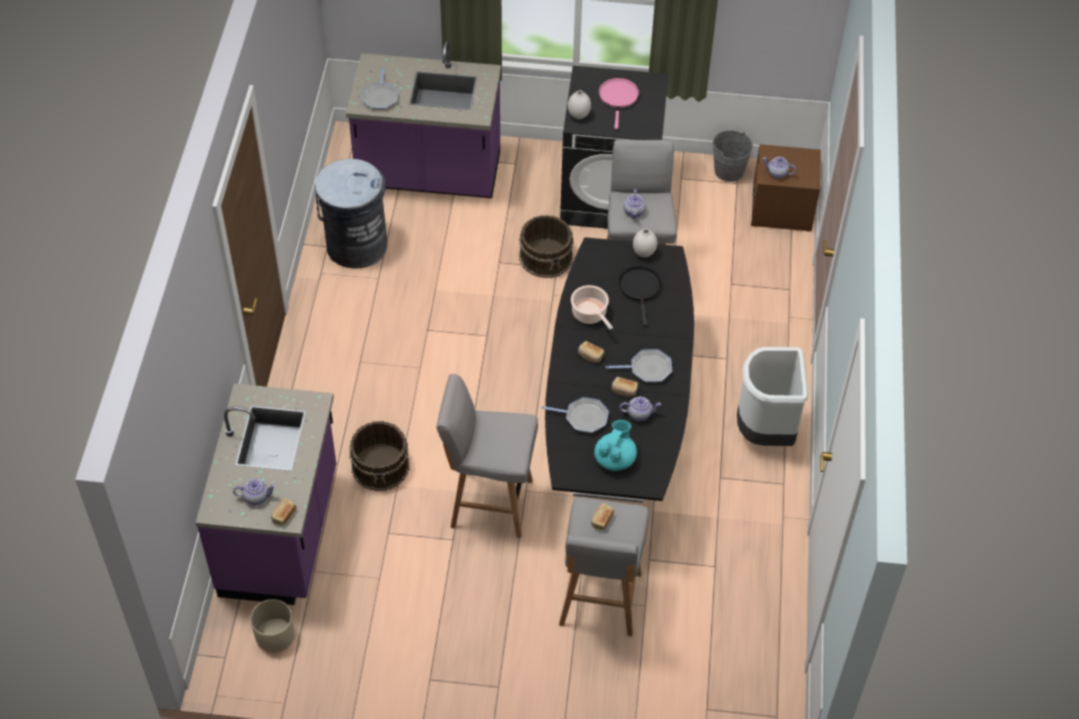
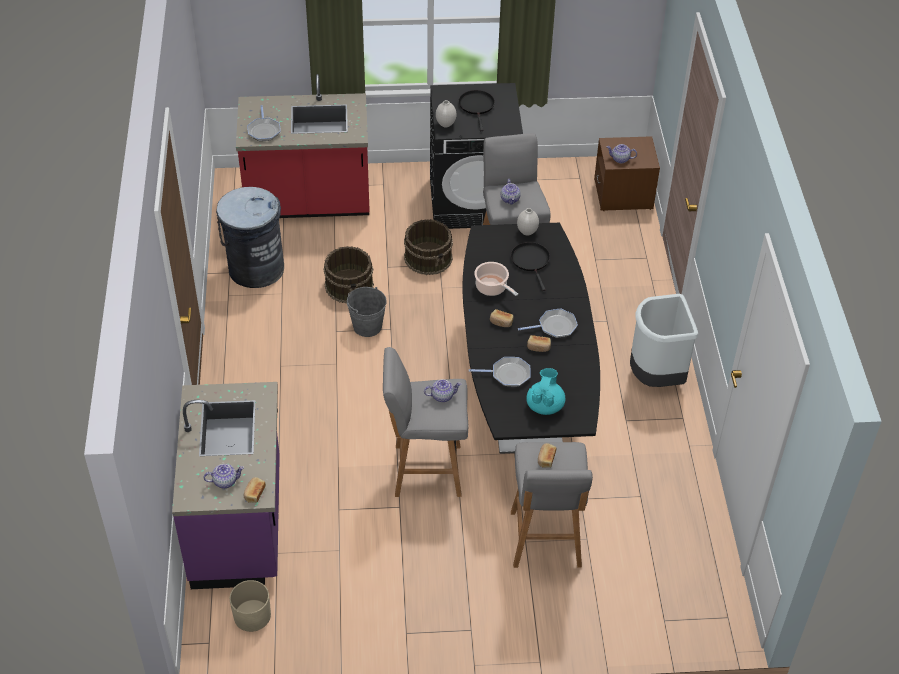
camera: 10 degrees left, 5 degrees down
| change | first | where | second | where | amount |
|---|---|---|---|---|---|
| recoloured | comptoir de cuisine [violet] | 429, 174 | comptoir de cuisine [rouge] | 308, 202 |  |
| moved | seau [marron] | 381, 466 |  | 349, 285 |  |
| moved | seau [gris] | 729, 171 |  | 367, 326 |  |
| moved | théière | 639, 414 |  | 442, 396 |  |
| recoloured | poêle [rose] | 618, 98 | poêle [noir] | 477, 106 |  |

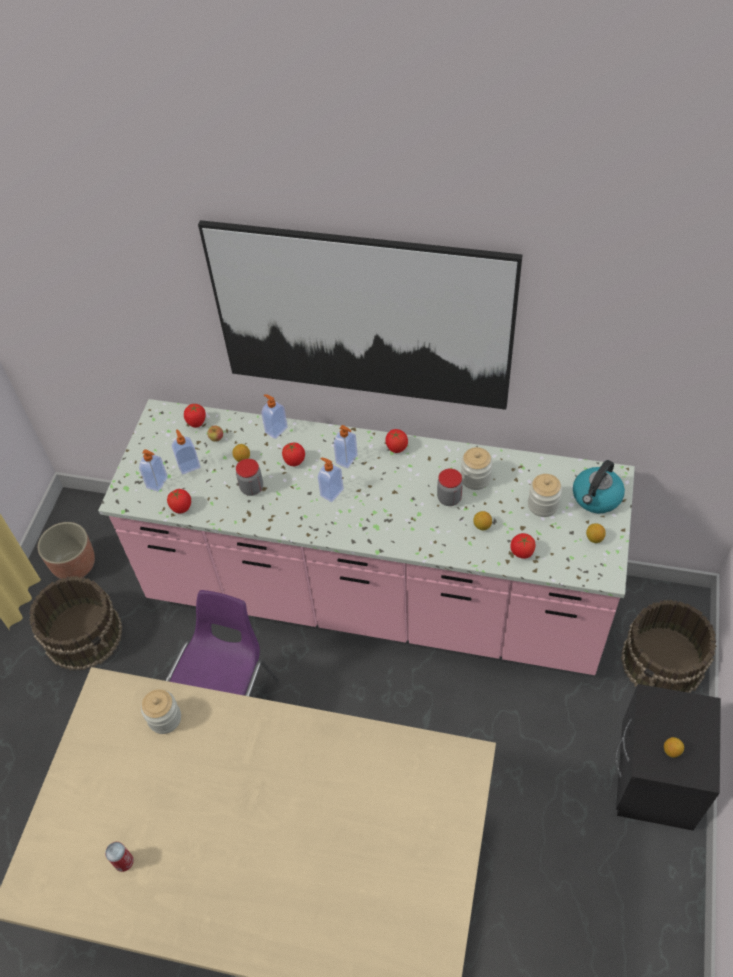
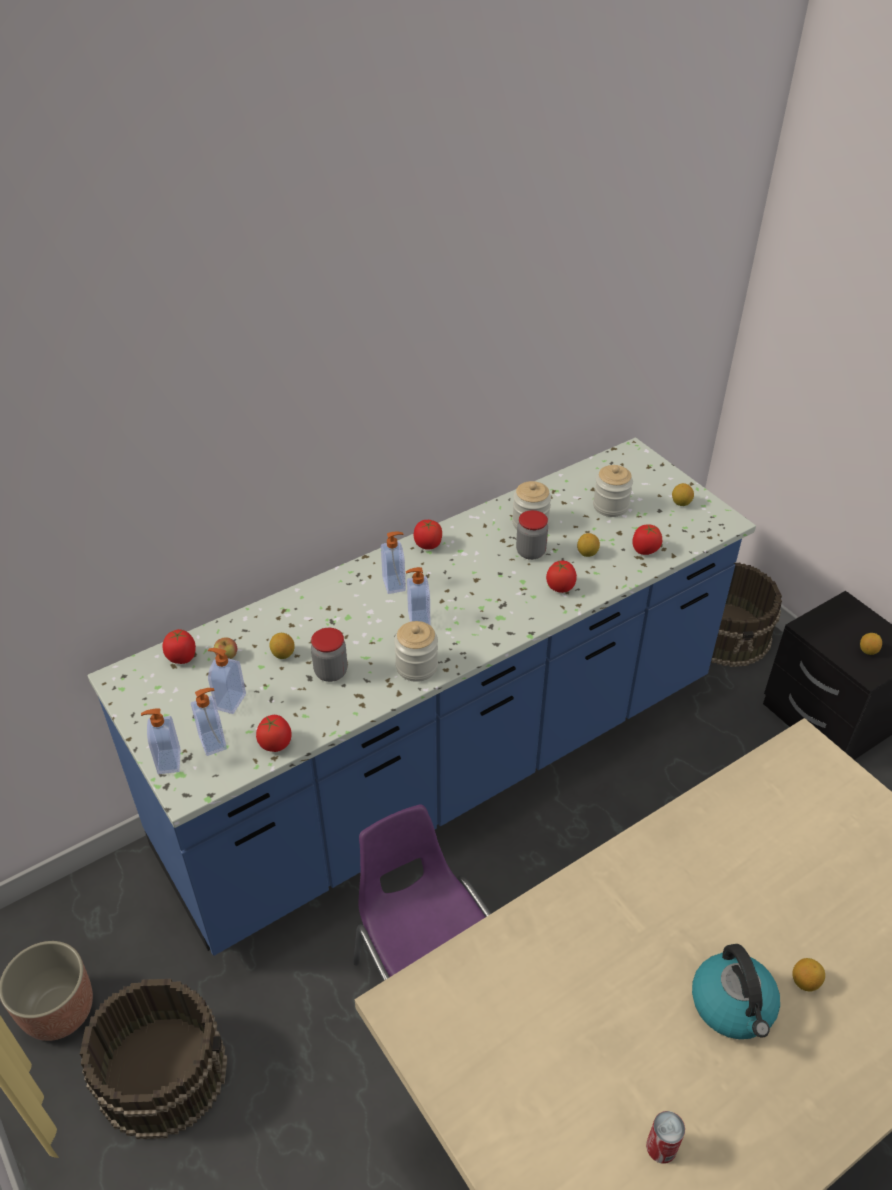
camera: 50 degrees left, 10 degrees down
| change | first | where | second | where | amount |
|---|---|---|---|---|---|
| recoloured | comptoir de cuisine [rose] | 375, 596 | comptoir de cuisine [bleu] | 446, 766 |  |
| moved | distributeur de savon | 276, 430 |  | 168, 761 |  |
| moved | bocal | 165, 718 |  | 416, 666 |  |
| moved | tomate | 294, 461 |  | 560, 587 |  |
| moved | bouilloire | 596, 497 |  | 733, 1006 |  |
| added |  |  | citron | 805, 981 |  |
| removed | tableau | 362, 318 |  |  |  |

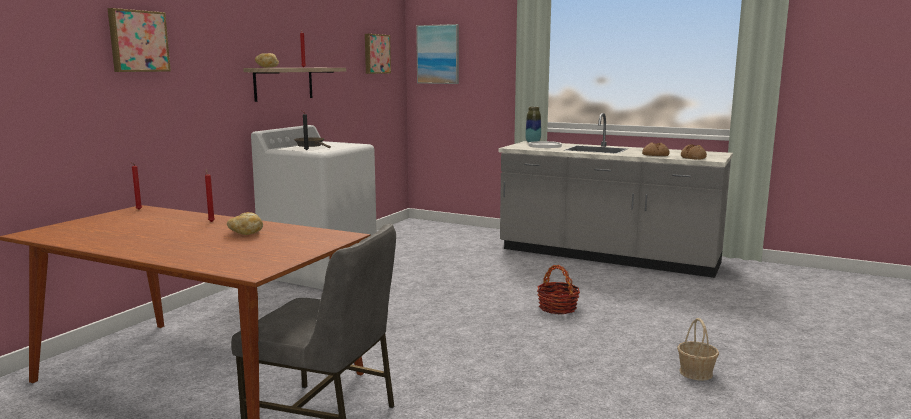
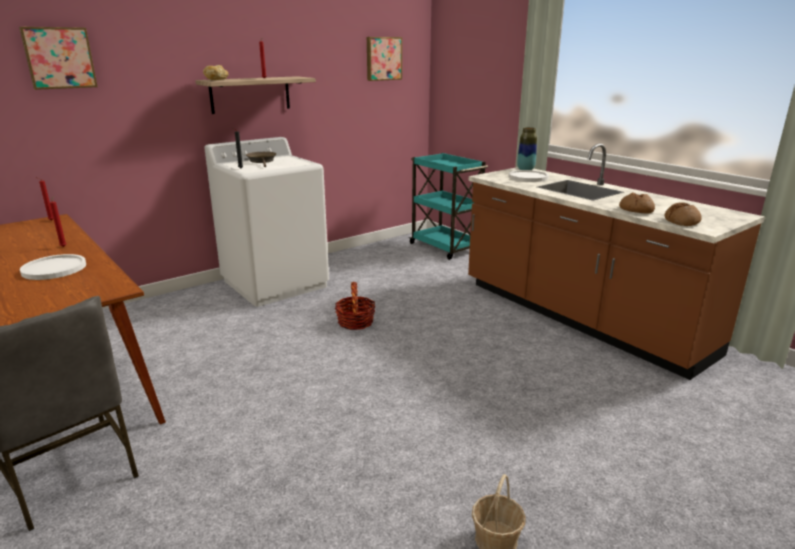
camera: 25 degrees right, 10 degrees up
| change | first | where | second | where | amount |
|---|---|---|---|---|---|
| replaced | pain | 246, 233 | assiette [blanc] | 54, 268 |  |
| moved | panier | 557, 308 |  | 355, 322 |  |
| added |  |  | chariot [turquoise] | 445, 248 |  |
| recoloured | comptoir de cuisine [gris] | 607, 257 | comptoir de cuisine [marron] | 579, 318 |  |
| removed | tableau | 438, 54 |  |  |  |

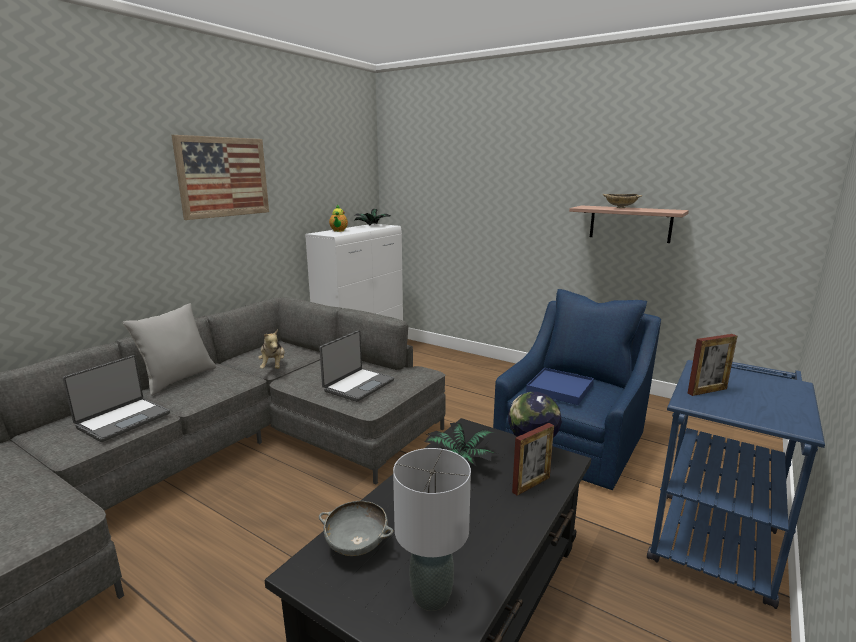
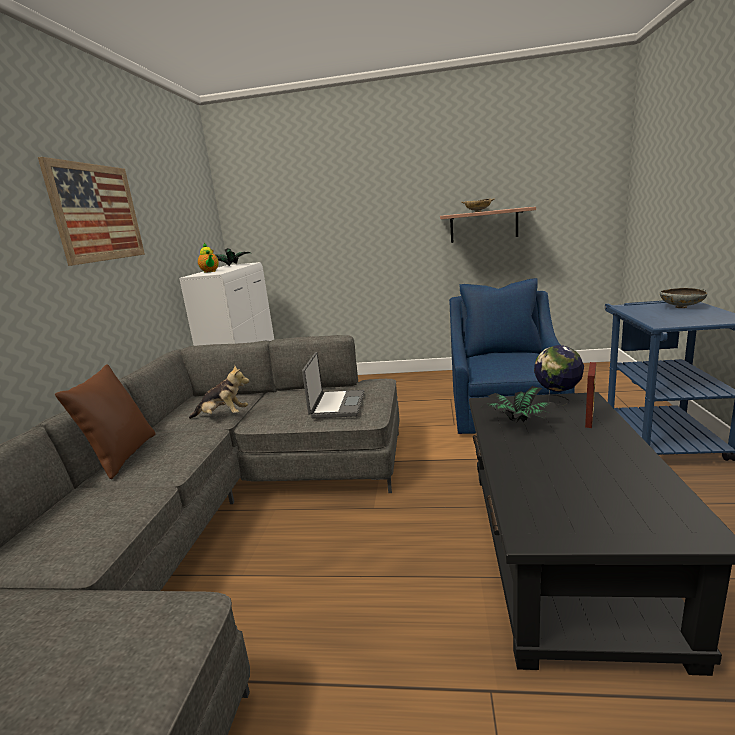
camera: 25 degrees left, 0 degrees up
| change | first | where | second | where | amount |
|---|---|---|---|---|---|
| recoloured | coussin [gris] | 178, 379 | coussin [marron] | 122, 456 |  |
| turned | peluche | 273, 367 |  | 223, 416 | 45 degrees counterclockwise |
| moved | bol [gris] | 357, 545 |  | 681, 307 |  |
| removed | ordinateur portable | 123, 420 |  |  |  |
| removed | lampe de table [gris] | 432, 597 |  |  |  |
| removed | plateau [bleu] | 560, 389 |  |  |  |
| removed | cadre photo | 707, 391 |  |  |  |

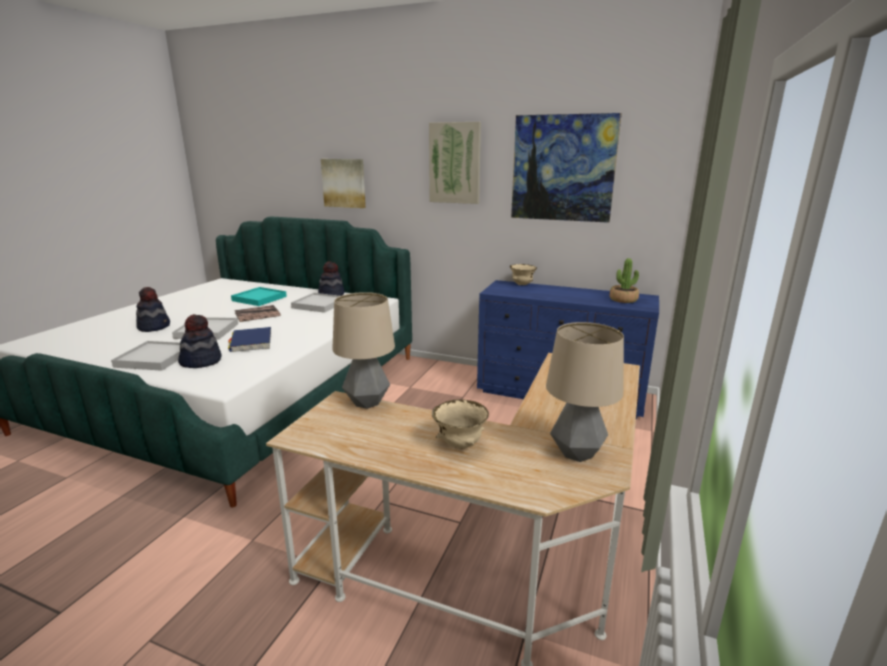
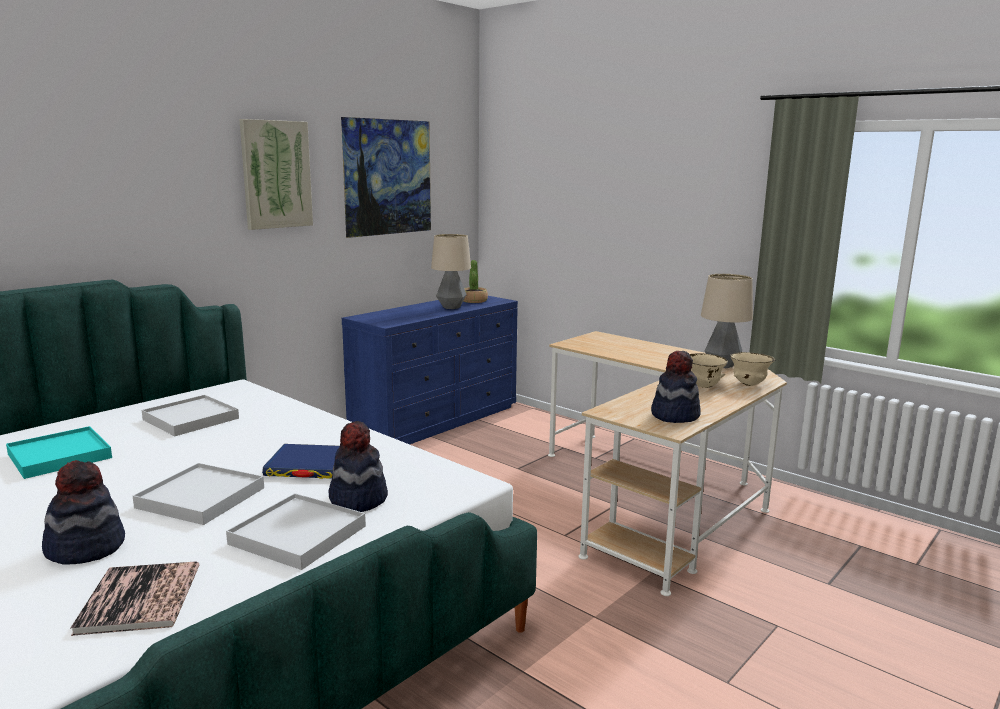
camera: 70 degrees left, 5 degrees down
| change | first | where | second | where | amount |
|---|---|---|---|---|---|
| moved | livre | 257, 314 |  | 140, 599 |  |
| moved | lampe de table | 367, 402 |  | 451, 307 |  |
| moved | chapeau | 331, 294 |  | 674, 415 |  |
| moved | bol [beige] | 522, 285 |  | 749, 384 |  |
| removed | tableau | 344, 183 |  |  |  |

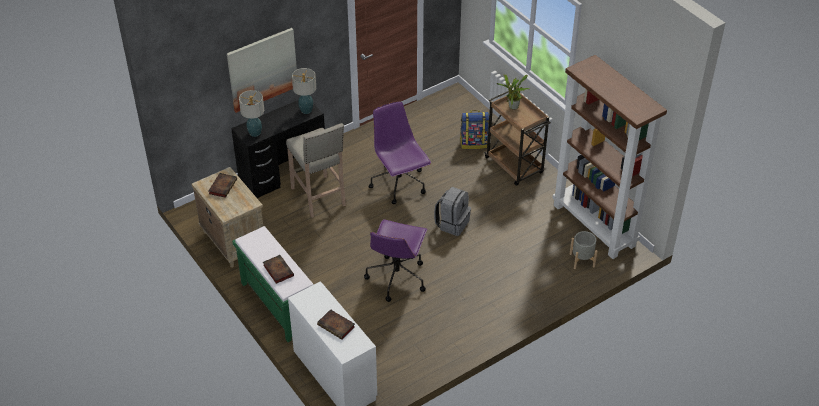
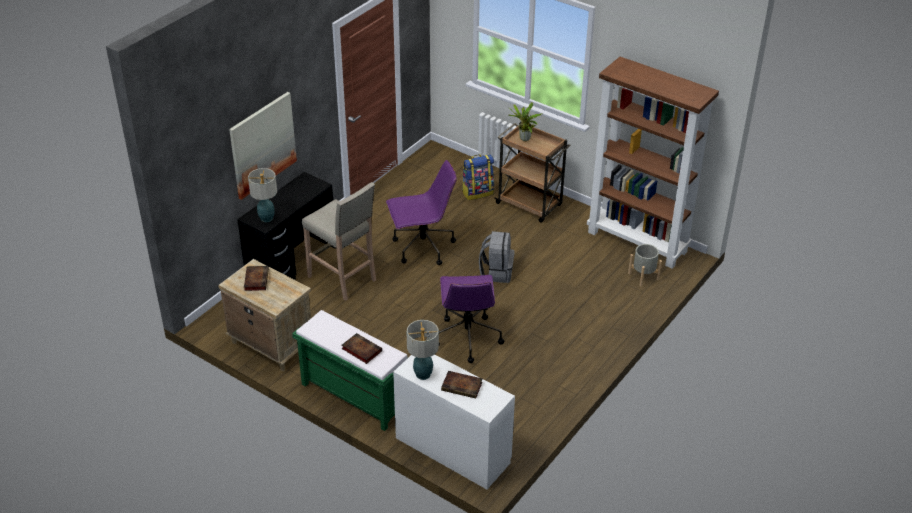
camera: 20 degrees left, 5 degrees down
| change | first | where | second | where | amount |
|---|---|---|---|---|---|
| turned | chaise de bureau [violet] | 399, 184 |  | 422, 248 | 120 degrees clockwise |
| moved | lampe de table | 306, 110 |  | 423, 374 |  |

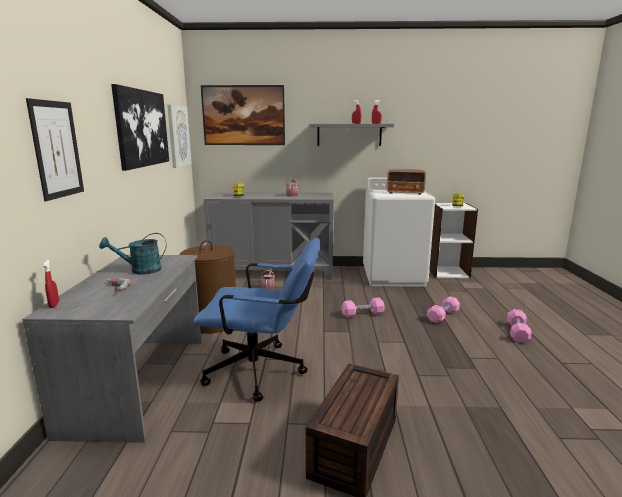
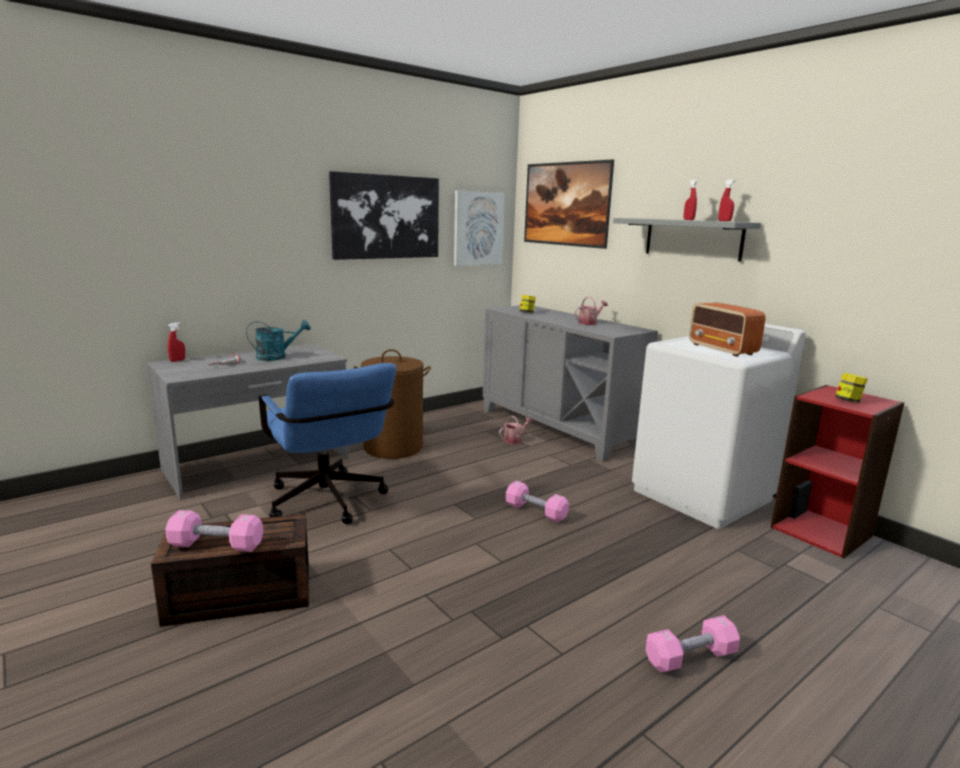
camera: 50 degrees right, 0 degrees up
| change | first | where | second | where | amount |
|---|---|---|---|---|---|
| moved | haltère [rose] | 442, 316 |  | 216, 545 |  |
| turned | arrosoir [turquoise] | 140, 271 |  | 277, 357 | 135 degrees clockwise |
| recoloured | bibliothèque [blanc] | 447, 272 | bibliothèque [rouge] | 821, 531 |  |
| removed | tableau | 57, 149 |  |  |  |

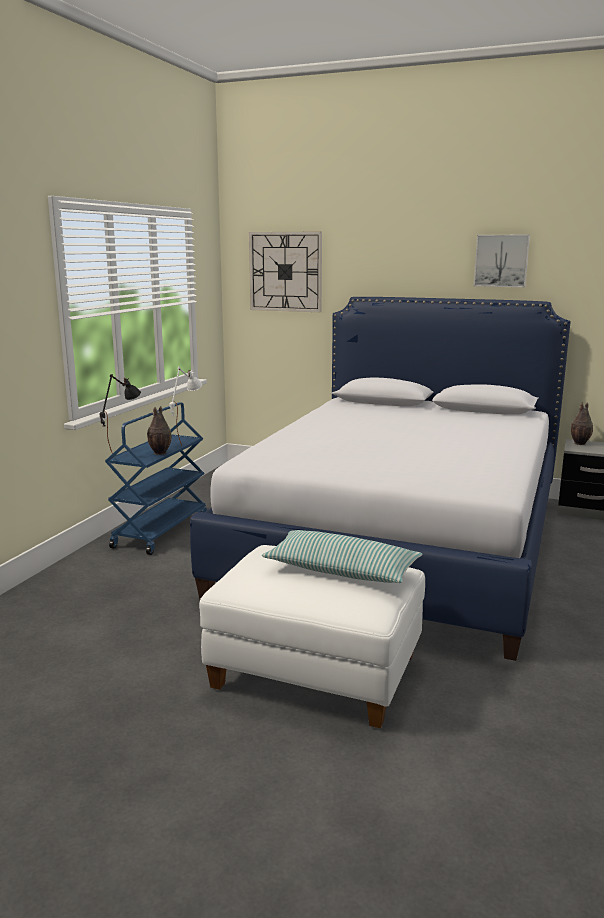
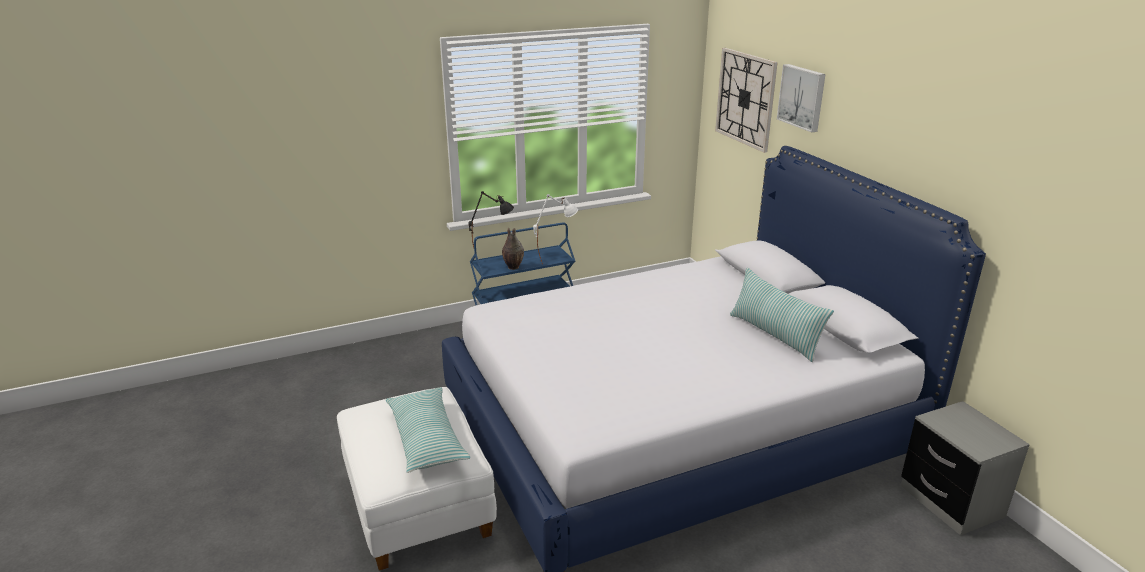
camera: 45 degrees right, 10 degrees up
| change | first | where | second | where | amount |
|---|---|---|---|---|---|
| added |  |  | coussin | 775, 335 |  |
| moved | tableau | 501, 260 |  | 802, 97 |  |
| removed | vase | 579, 443 |  |  |  |

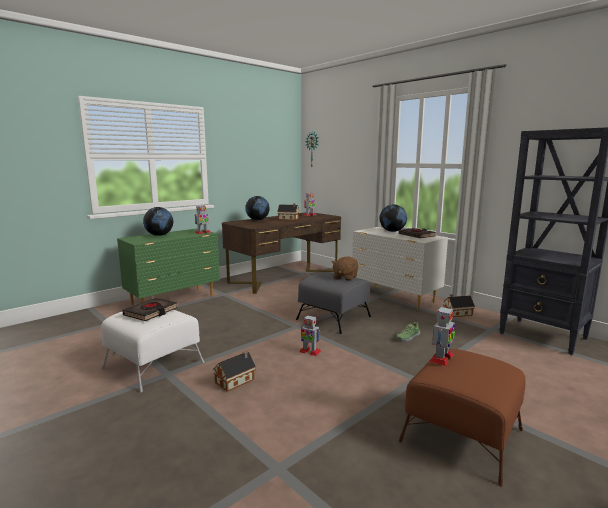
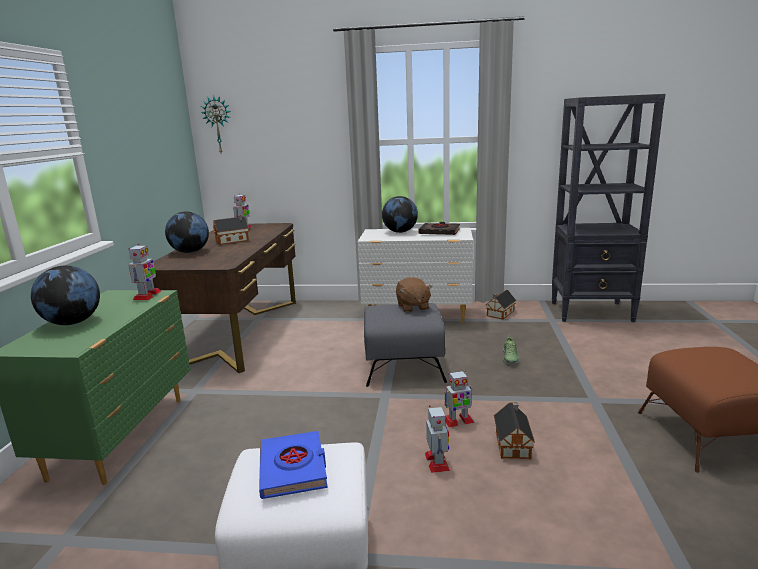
camera: 40 degrees left, 5 degrees up
| change | first | where | second | where | amount |
|---|---|---|---|---|---|
| recoloured | livre [noir] | 151, 312 | livre [bleu] | 293, 468 |  |
| moved | robot jouet | 441, 358 |  | 437, 462 |  |
| moved | maison miniature | 236, 380 |  | 513, 444 |  |

